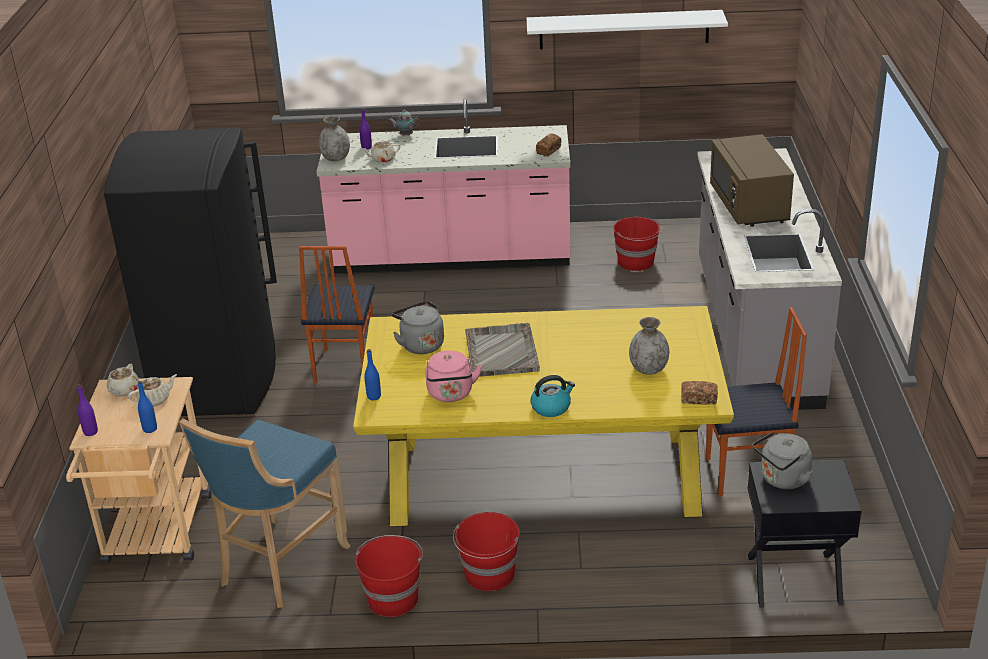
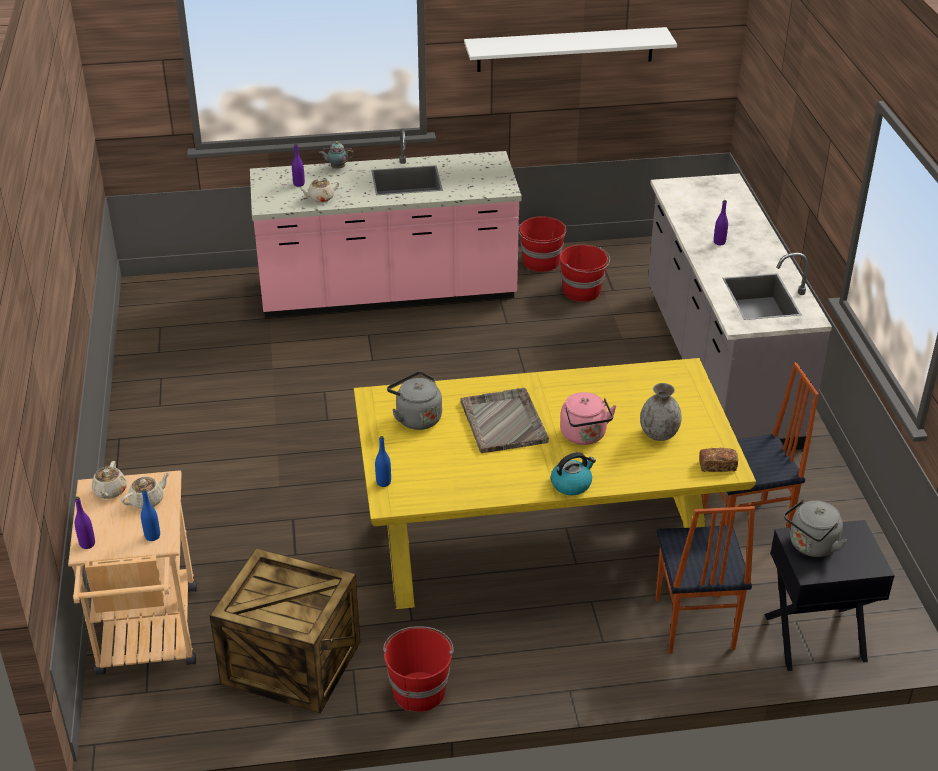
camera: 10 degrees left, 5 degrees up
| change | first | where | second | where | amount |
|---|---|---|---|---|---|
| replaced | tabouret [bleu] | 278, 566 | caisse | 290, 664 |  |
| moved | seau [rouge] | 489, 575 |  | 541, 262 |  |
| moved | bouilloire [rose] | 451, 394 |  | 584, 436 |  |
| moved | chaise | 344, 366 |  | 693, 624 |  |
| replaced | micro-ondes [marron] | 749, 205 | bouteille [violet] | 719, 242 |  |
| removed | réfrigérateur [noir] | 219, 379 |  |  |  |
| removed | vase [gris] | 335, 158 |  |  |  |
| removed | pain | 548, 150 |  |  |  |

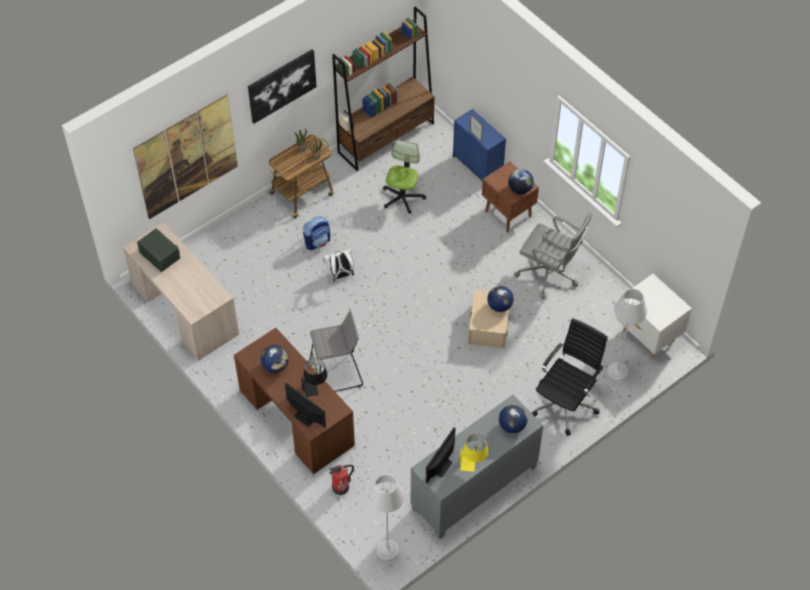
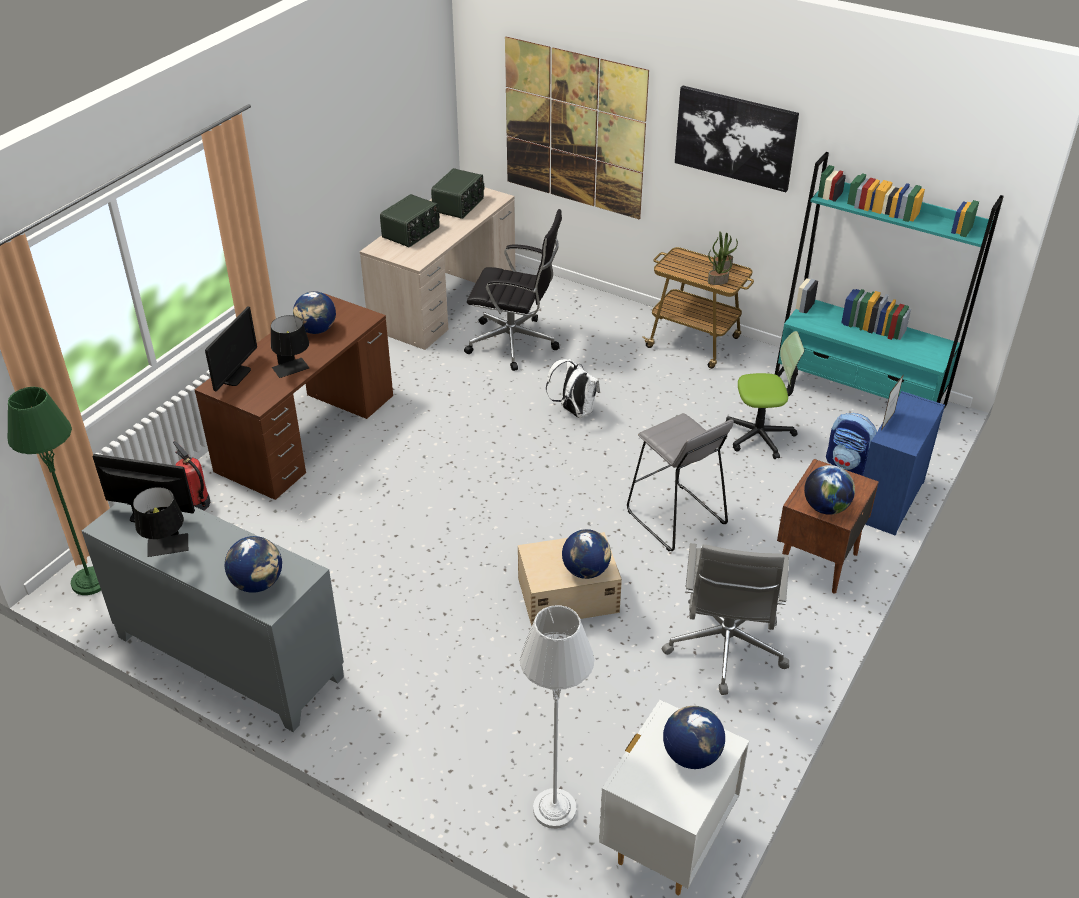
camera: 70 degrees right, 15 degrees down
| change | first | where | second | where | amount |
|---|---|---|---|---|---|
| recoloured | lampadaire [gris] | 387, 550 | lampadaire [vert] | 90, 582 |  |
| recoloured | lampe de table [jaune] | 473, 461 | lampe de table [noir] | 168, 551 |  |
| added |  |  | radio | 411, 233 |  |
| moved | chaise de bureau [noir] | 565, 403 |  | 515, 343 |  |
| moved | tabouret [gris] | 336, 373 |  | 675, 518 |  |
| added |  |  | globe | 691, 755 |  |
| recoloured | bibliothèque [marron] | 386, 138 | bibliothèque [turquoise] | 859, 392 |  |
| moved | sac à dos | 317, 242 |  | 848, 465 |  |

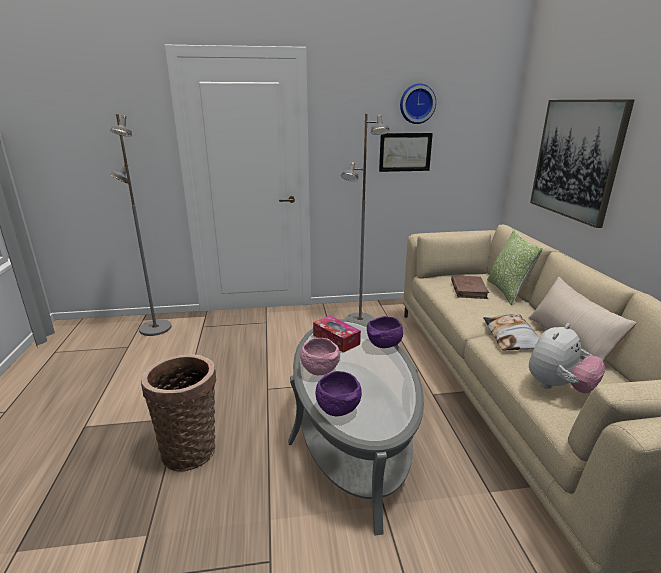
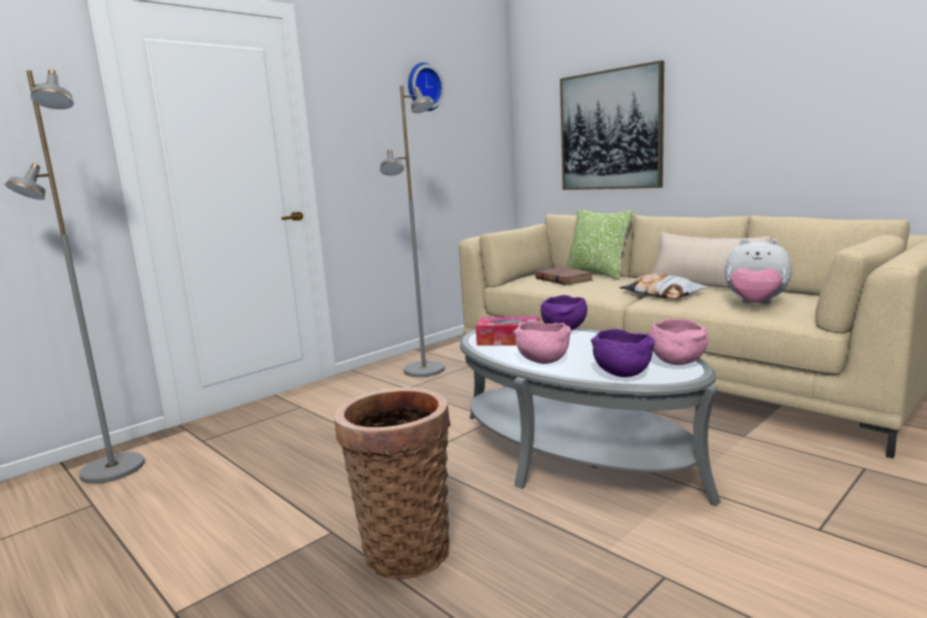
camera: 35 degrees left, 10 degrees down
| change | first | where | second | where | amount |
|---|---|---|---|---|---|
| added |  |  | bol [rose] | 676, 362 |  |
| turned | peluche | 558, 387 |  | 755, 304 | 105 degrees clockwise |
| removed | tableau | 405, 152 |  |  |  |

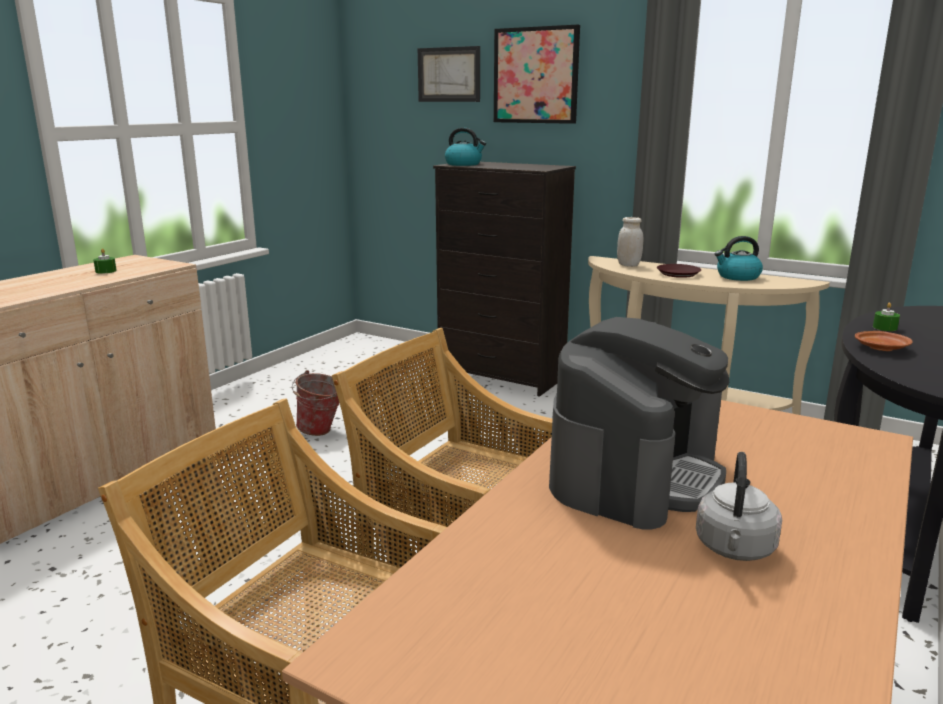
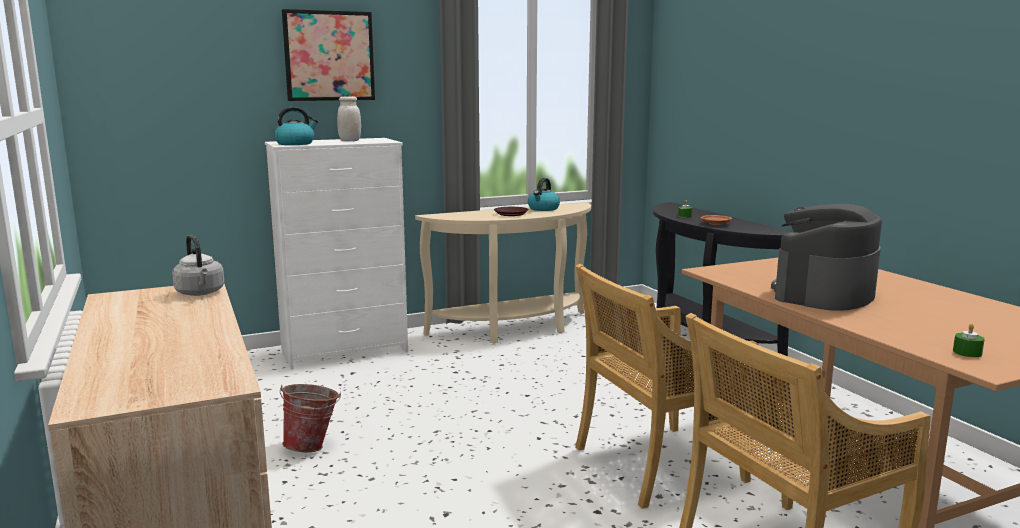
camera: 55 degrees left, 5 degrees down
| change | first | where | second | where | amount |
|---|---|---|---|---|---|
| moved | bouilloire [gris] | 734, 549 |  | 200, 293 |  |
| recoloured | commode [noir] | 502, 376 | commode [blanc] | 346, 351 |  |
| moved | bocal [blanc] | 628, 265 |  | 350, 141 |  |
| turned | machine à café | 635, 474 |  | 823, 294 | 120 degrees counterclockwise |
| moved | bougie [vert] | 106, 271 |  | 967, 352 |  |
| removed | tableau | 449, 74 |  |  |  |

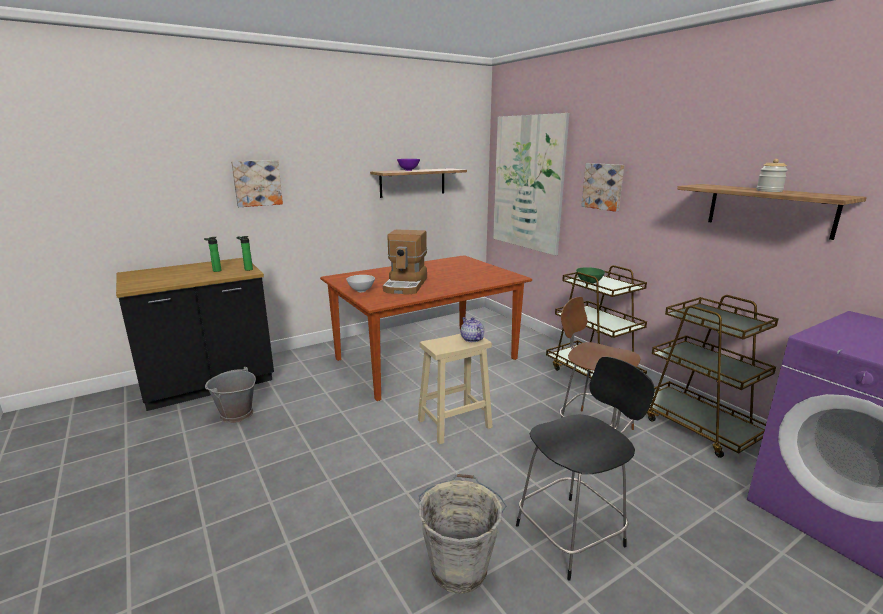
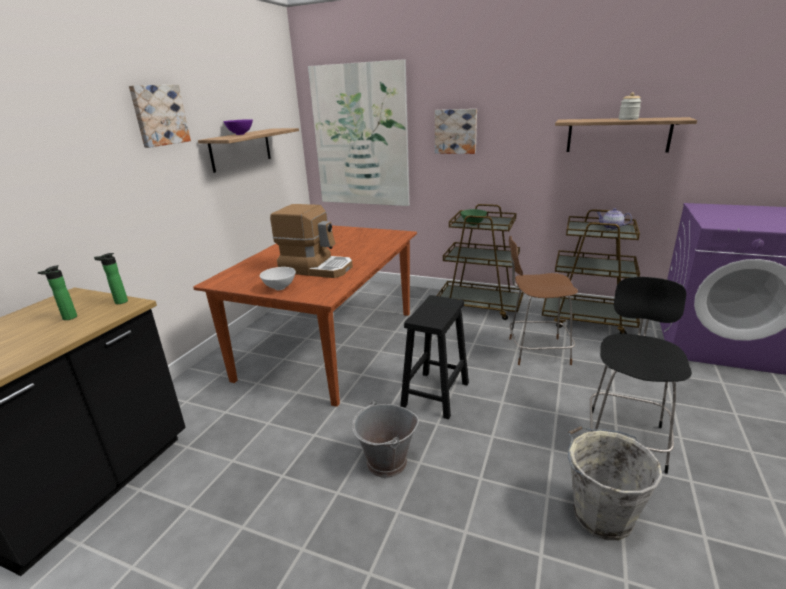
camera: 35 degrees left, 5 degrees up
| change | first | where | second | where | amount |
|---|---|---|---|---|---|
| moved | tableau | 257, 183 |  | 159, 115 |  |
| turned | machine à café | 406, 285 |  | 316, 268 | 45 degrees counterclockwise |
| moved | seau [gris] | 236, 415 |  | 386, 462 |  |
| recoloured | tabouret [beige] | 453, 424 | tabouret [noir] | 435, 395 |  |
| moved | théière | 471, 339 |  | 611, 227 |  |

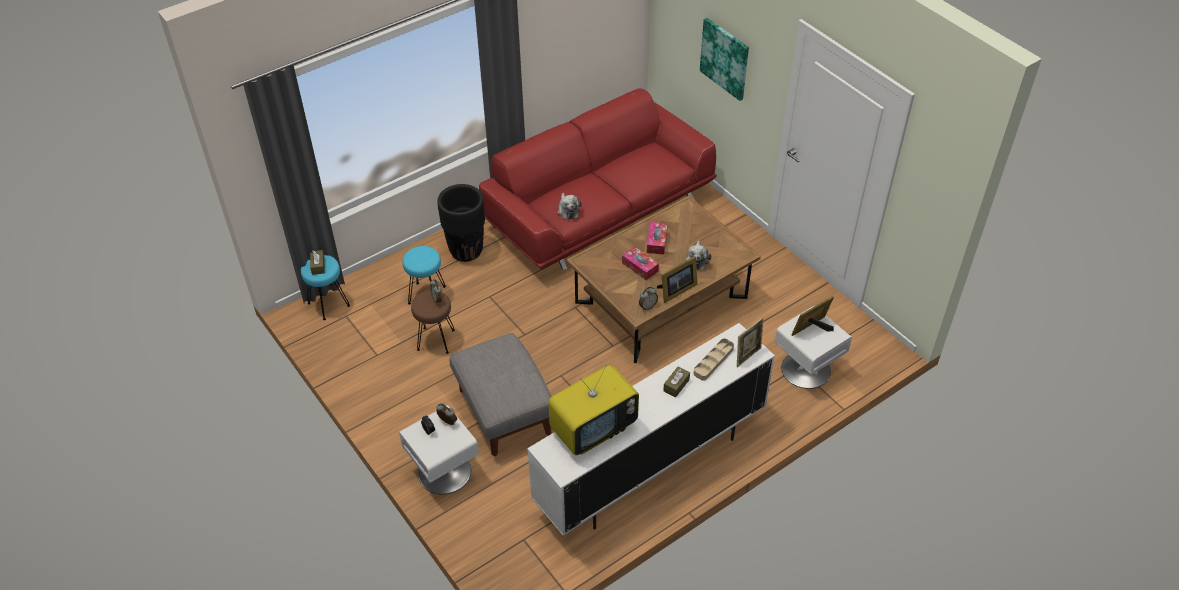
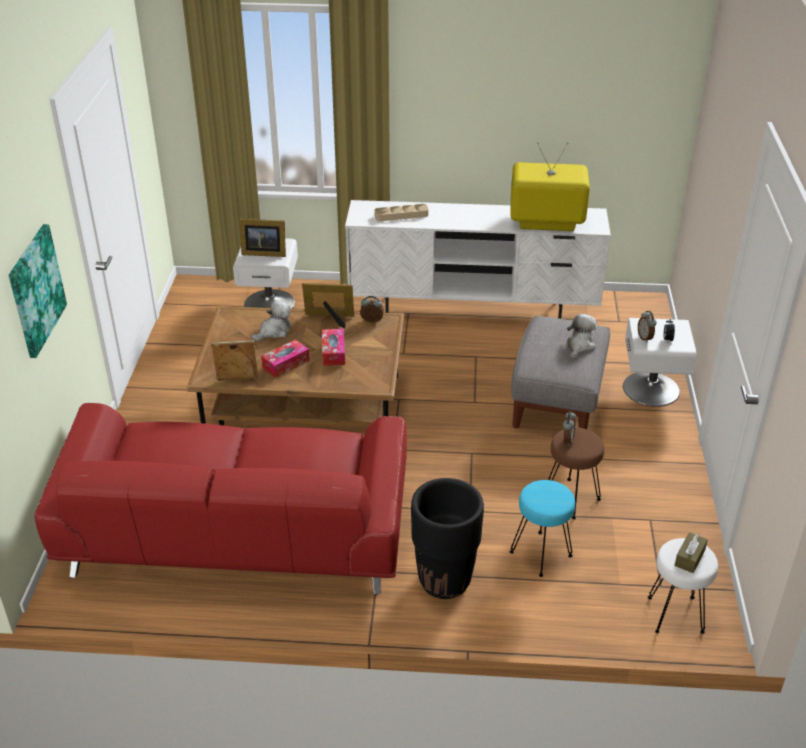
camera: 140 degrees left, 10 degrees down
| change | first | where | second | where | amount |
|---|---|---|---|---|---|
| moved | cadre photo | 748, 356 |  | 237, 380 |  |
| moved | peluche | 568, 210 |  | 579, 346 |  |
| recoloured | tabouret [turquoise] | 328, 304 | tabouret [blanc] | 675, 615 |  |
| removed | boîte à mouchoirs [marron] | 676, 385 |  |  |  |

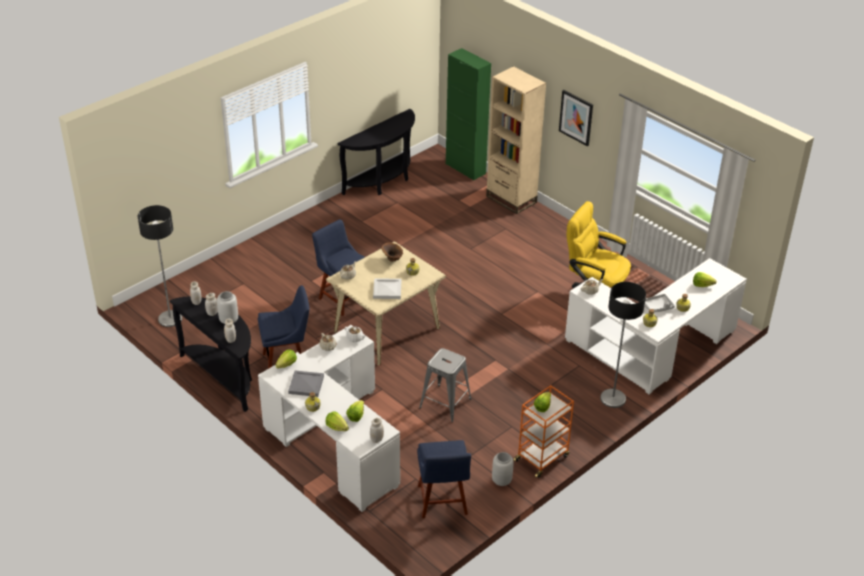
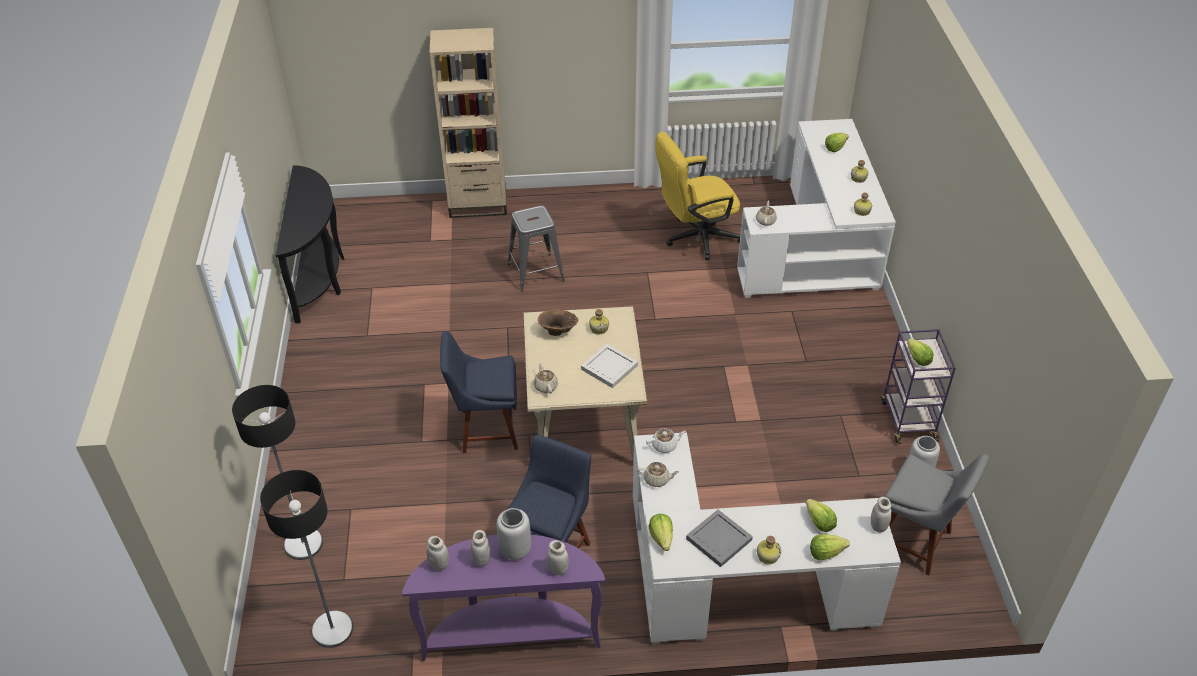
camera: 50 degrees left, 5 degrees up
| change | first | where | second | where | amount |
|---|---|---|---|---|---|
| moved | lampadaire | 613, 399 |  | 304, 544 |  |
| recoloured | table console [noir] | 224, 376 | table console [violet] | 511, 633 |  |
| moved | tabouret [gris] | 445, 403 |  | 536, 272 |  |
| recoloured | chariot [orange] | 542, 457 | chariot [violet] | 908, 419 |  |
| recoloured | chaise [bleu] | 442, 502 | chaise [gris] | 916, 542 |  |
| removed | meuble de rangement [vert] | 465, 169 |  |  |  |
| removed | tableau | 576, 117 |  |  |  |
| removed | plateau [gris] | 657, 307 |  |  |  |

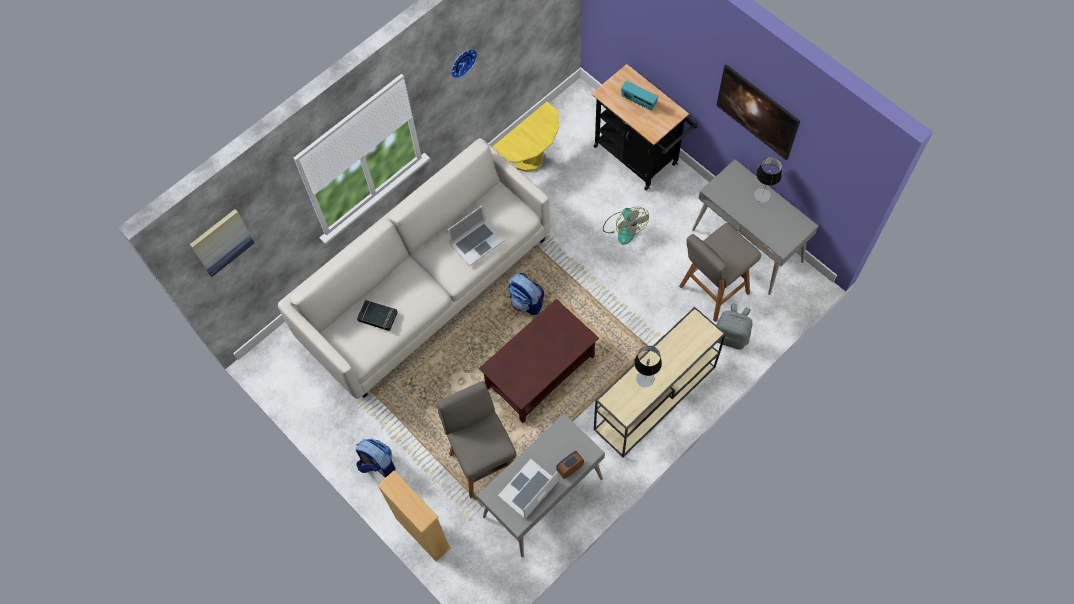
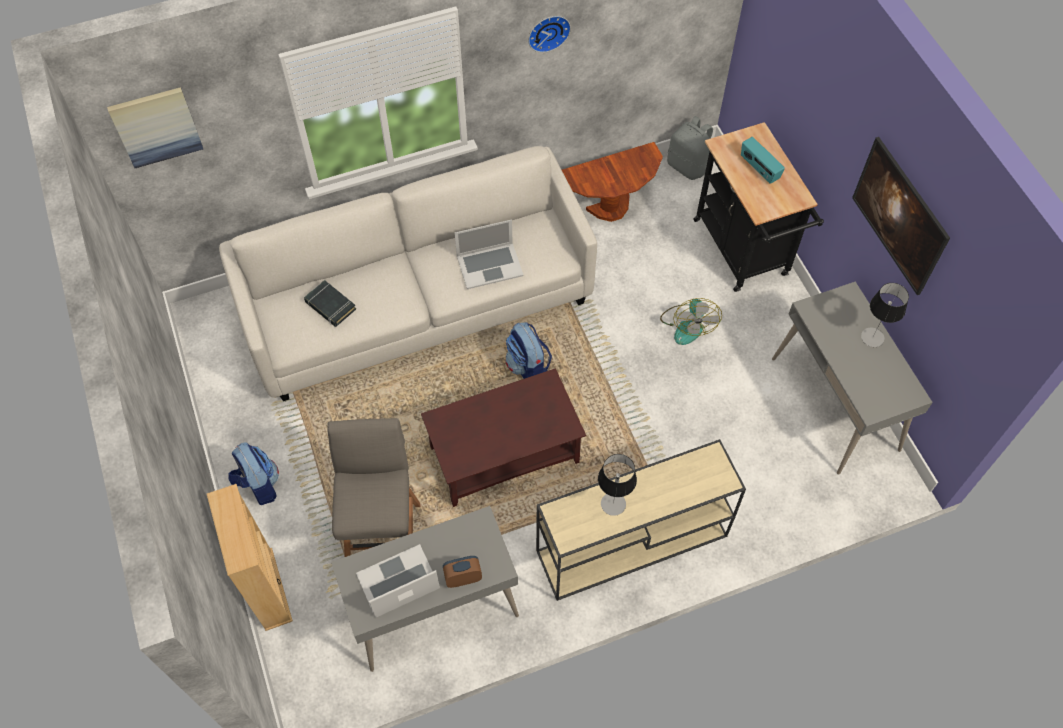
camera: 20 degrees right, 5 degrees down
| change | first | where | second | where | amount |
|---|---|---|---|---|---|
| recoloured | table d'appoint [jaune] | 530, 160 | table d'appoint [marron] | 610, 208 |  |
| moved | sac à dos [gris] | 731, 336 |  | 688, 166 |  |
| removed | tabouret [gris] | 712, 291 |  |  |  |

